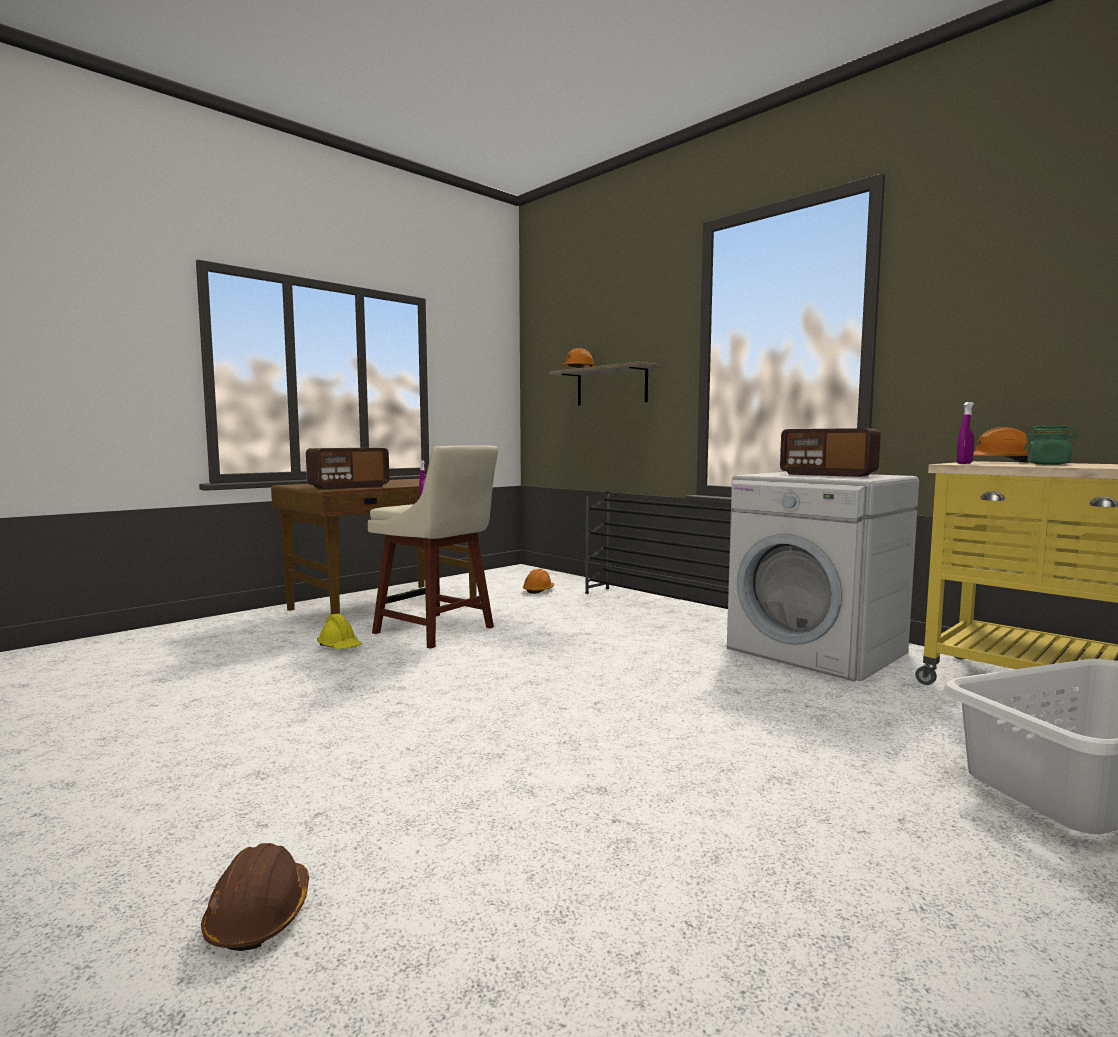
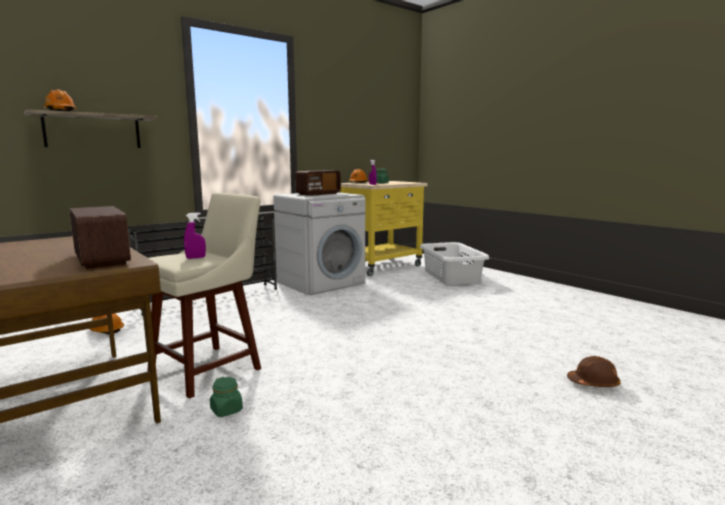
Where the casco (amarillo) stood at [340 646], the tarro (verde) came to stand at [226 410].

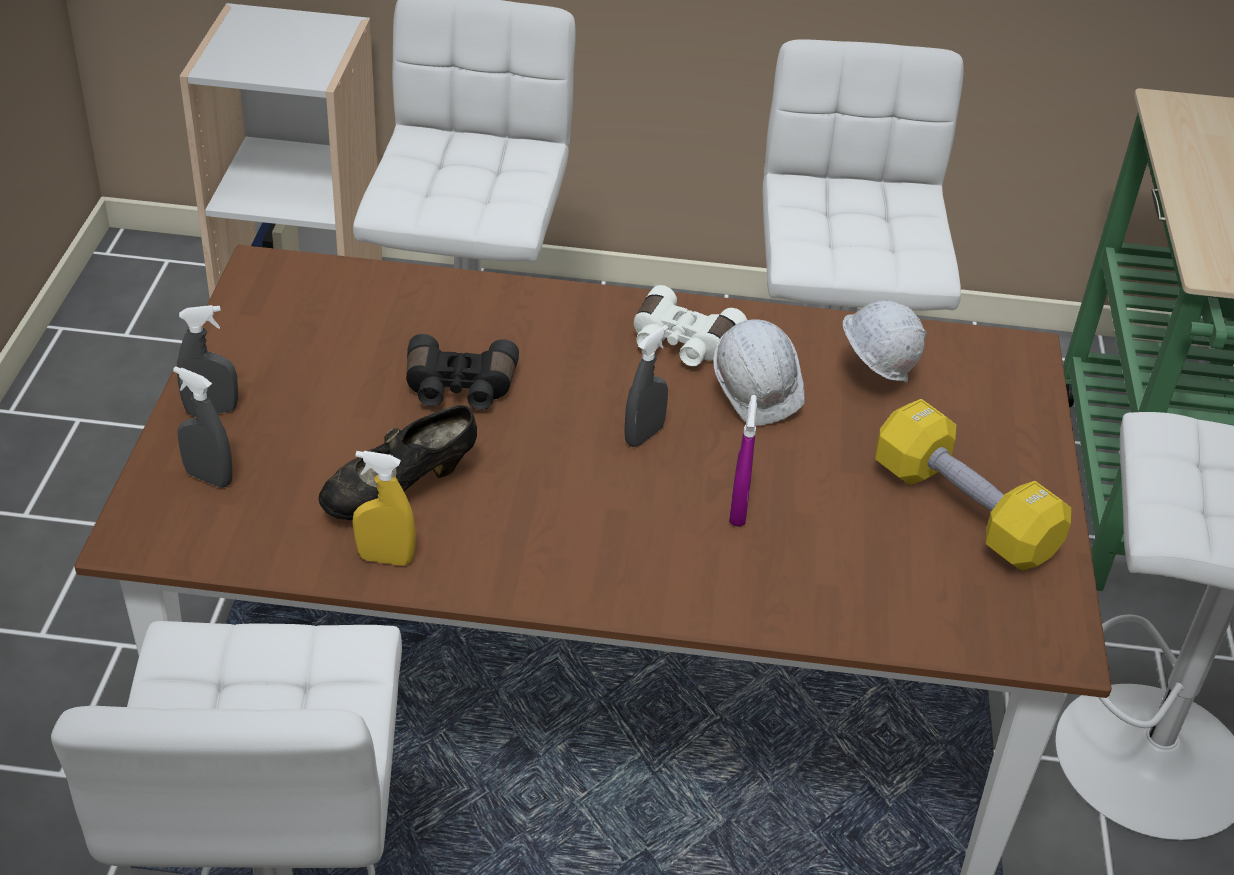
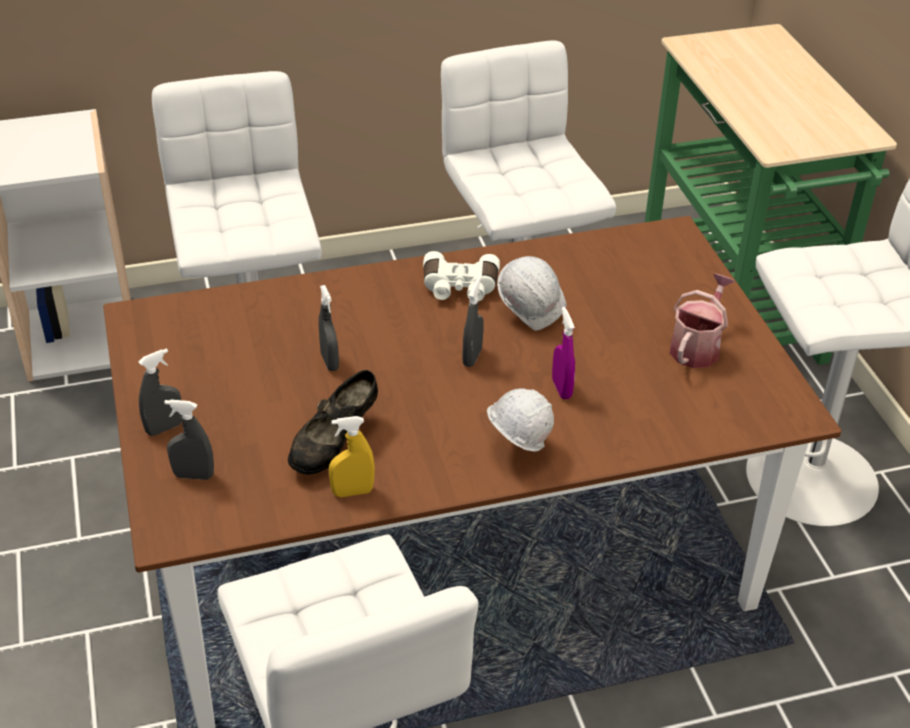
Where the prismáticos (negro) stood at [459 388], the pulverizador (gris) came to stand at [329 361].
The casco (blanco) ended up elsewhere, having gone from [873 378] to [516 449].
Where the mancuerna (amarillo) stood at [963 511], the regadera came to stand at [697 346].

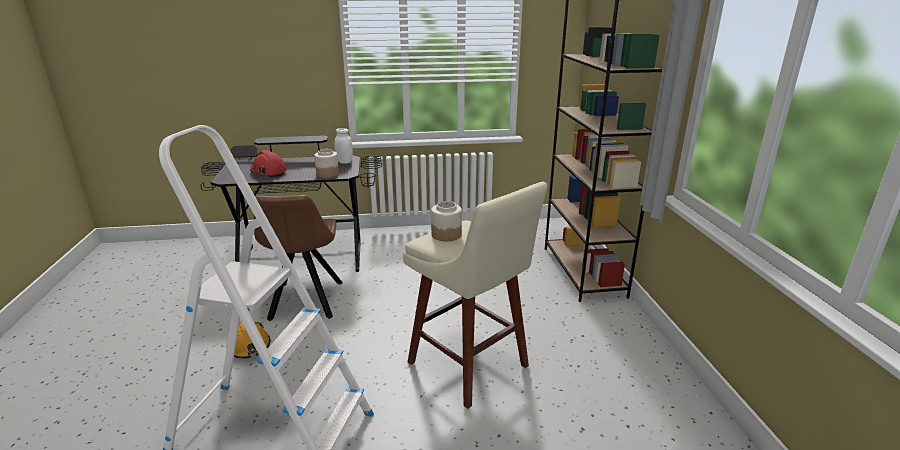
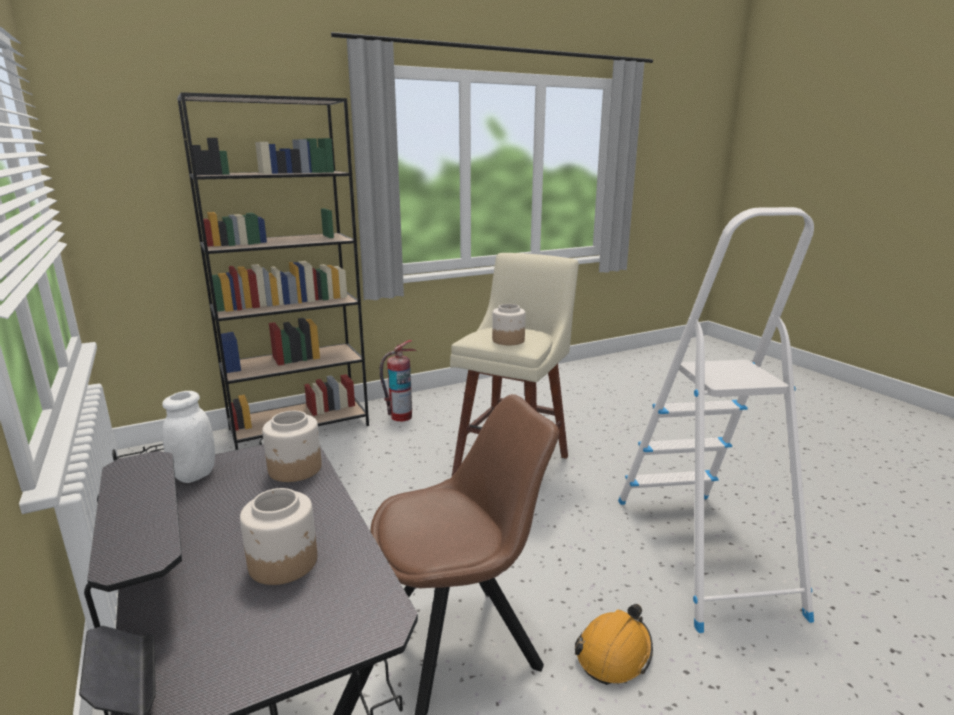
Where the casco (rojo) stood at [268 171], the tarro came to stand at [284 562].
The second view gained the extintor at [400 416].

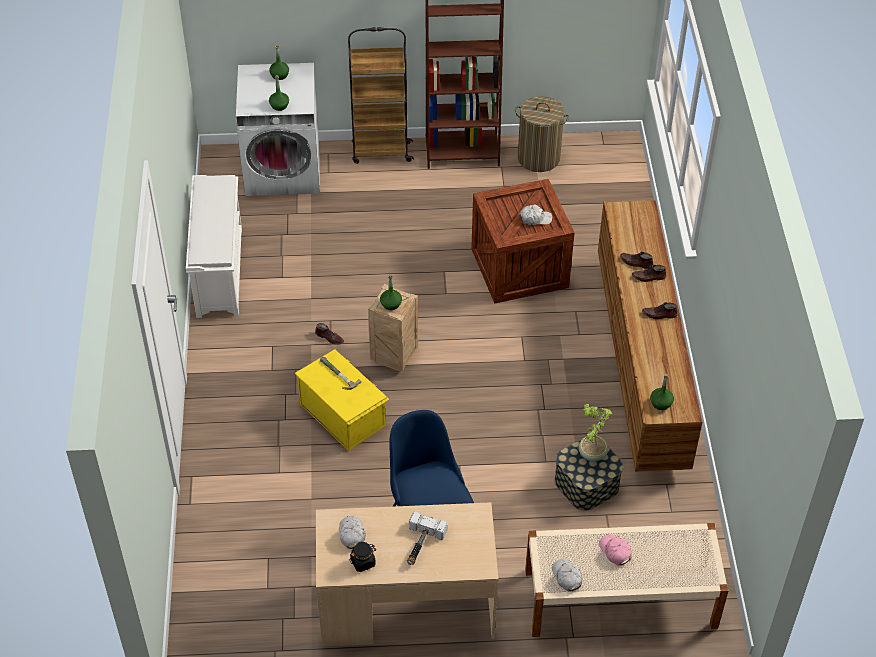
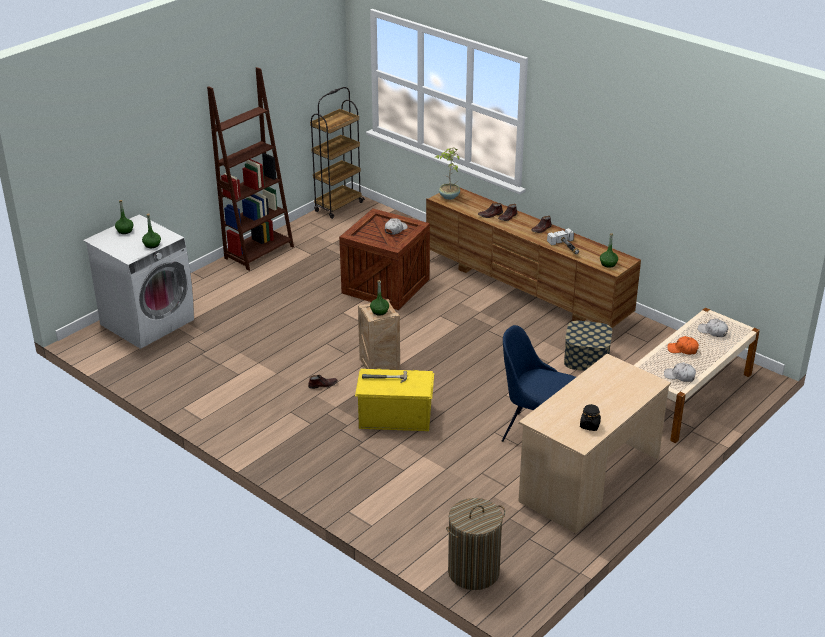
The second view lost the zapatero (blanco) at [219 271].
The gorra (blanco) ended up elsewhere, having gone from [352 534] to [712 331].
The carrito (marrón) ended up elsewhere, having gone from [381 153] to [338 207].
The martillo ended up elsewhere, having gone from [420 544] to [567 247].
The cesto de la ropa ended up elsewhere, having gone from [538 158] to [473 572].
The planta en maceta ended up elsewhere, having gone from [591 454] to [448 197].
What was the gorra (rosa) at [615 551] turned into the gorra (naranja) at [682 350].

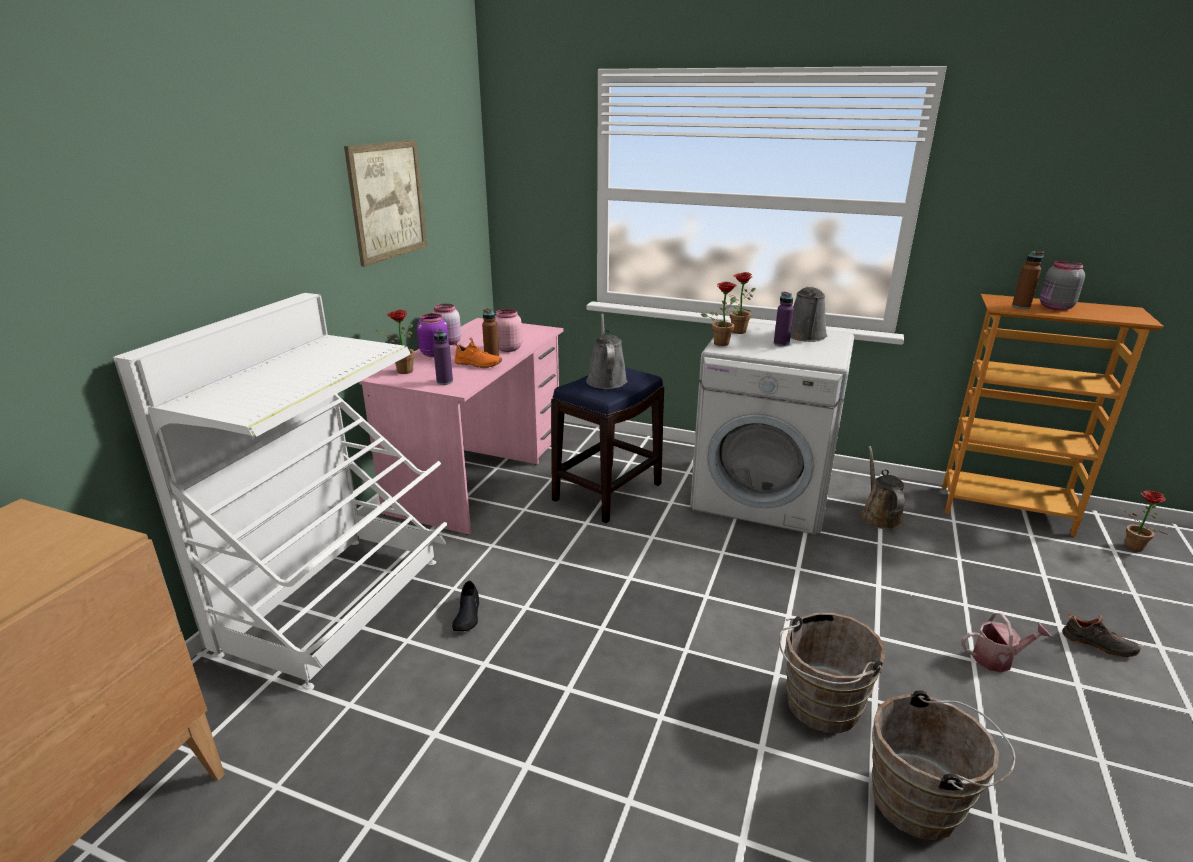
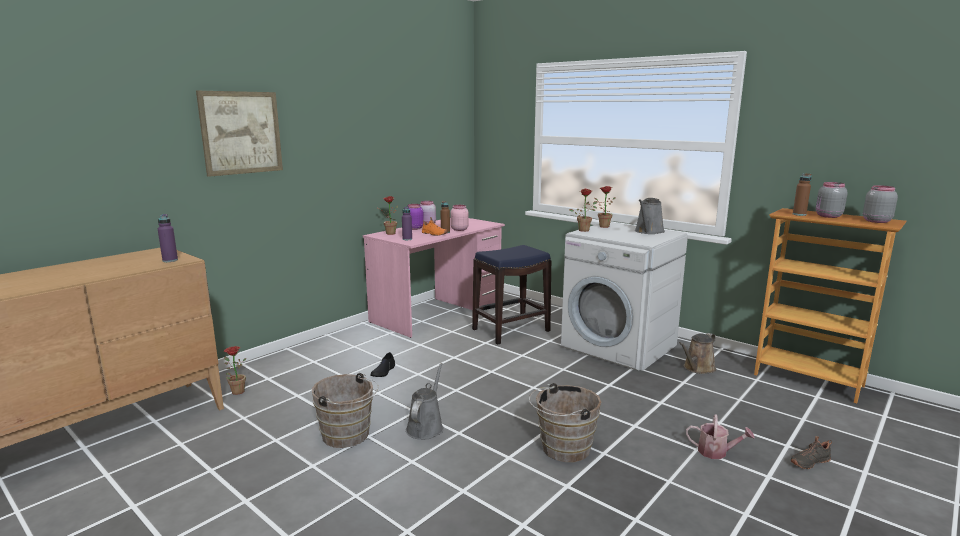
The second view lost the zapatero (blanco) at [341 606].
The cuadro ended up elsewhere, having gone from [387 201] to [241 133].
The regadera (gris) ended up elsewhere, having gone from [606 379] to [426 427].
The botella (morado) ended up elsewhere, having gone from [781 344] to [170 260].
The regadera (marrón) at [879 515] ended up facing another way, 150 degrees counterclockwise from before.
The cubo (marrón) ended up elsewhere, having gone from [923 803] to [348 436].
The zapato (negro) at [1098 646] ended up facing another way, 105 degrees clockwise from before.
The planta en maceta ended up elsewhere, having gone from [1129 547] to [236 391].
The second view gained the tarro (gris) at [875 221].

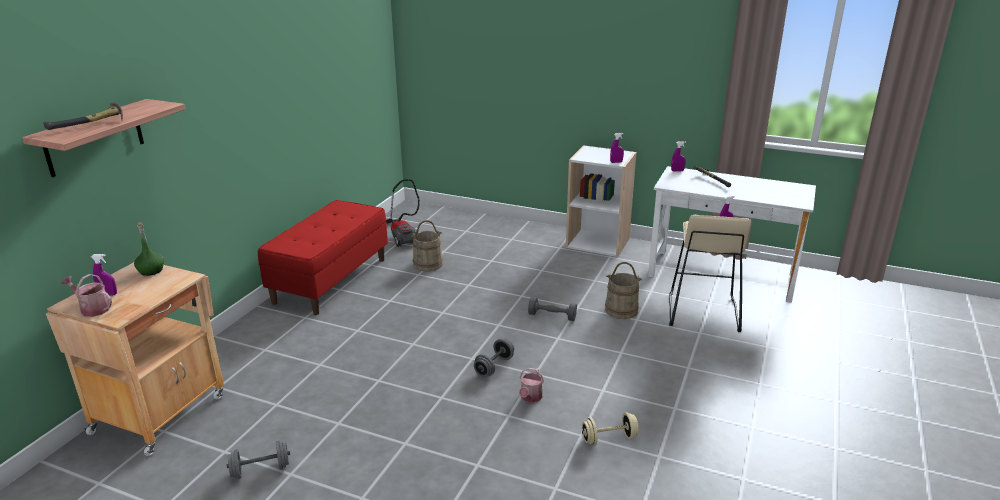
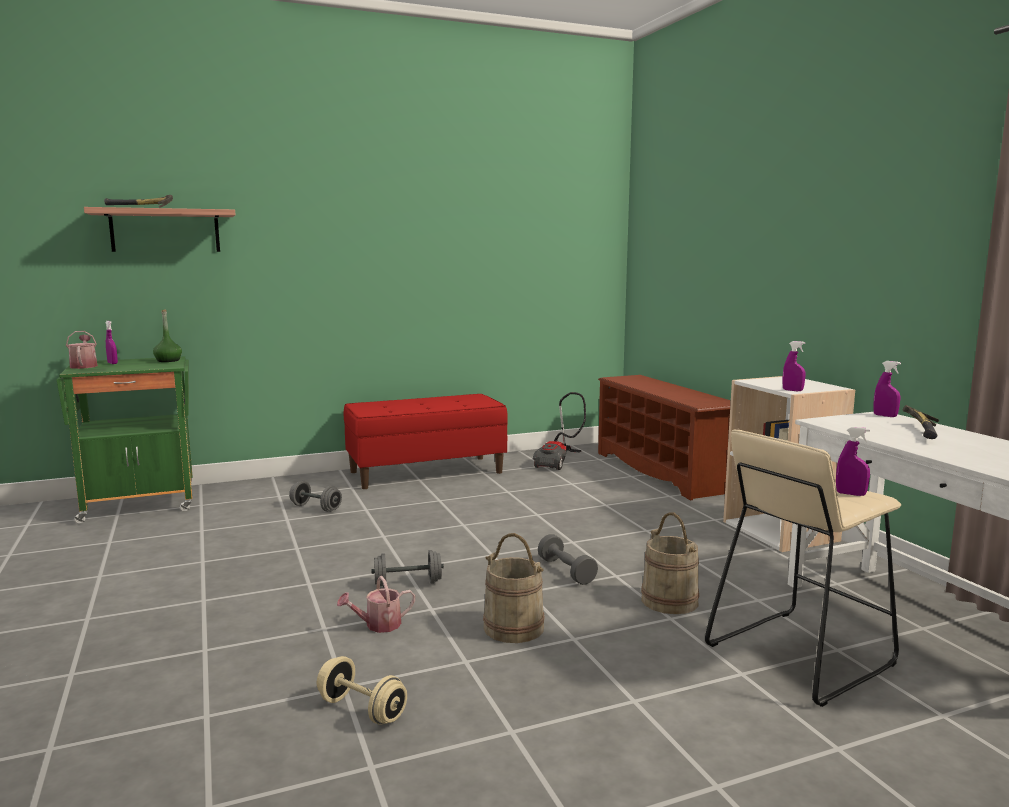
What was the carrito (marrón) at [161 412] turned into the carrito (verde) at [141 504].
The mancuerna (gris) ended up elsewhere, having gone from [260 470] to [316 508].
The cubo (beis) ended up elsewhere, having gone from [428 264] to [514 627].
The second view gained the zapatero (marrón) at [662 472].

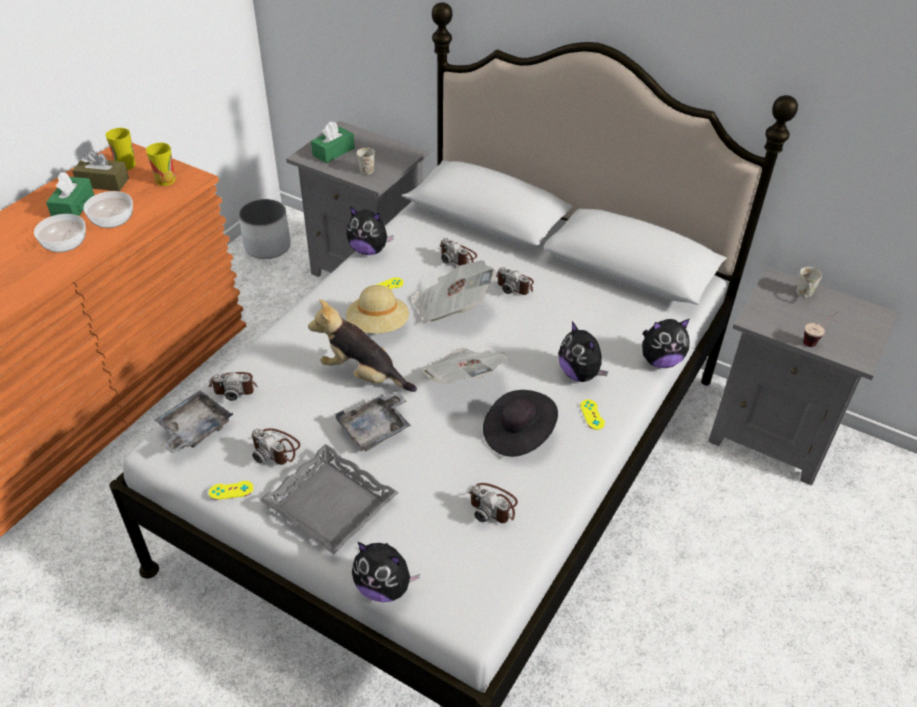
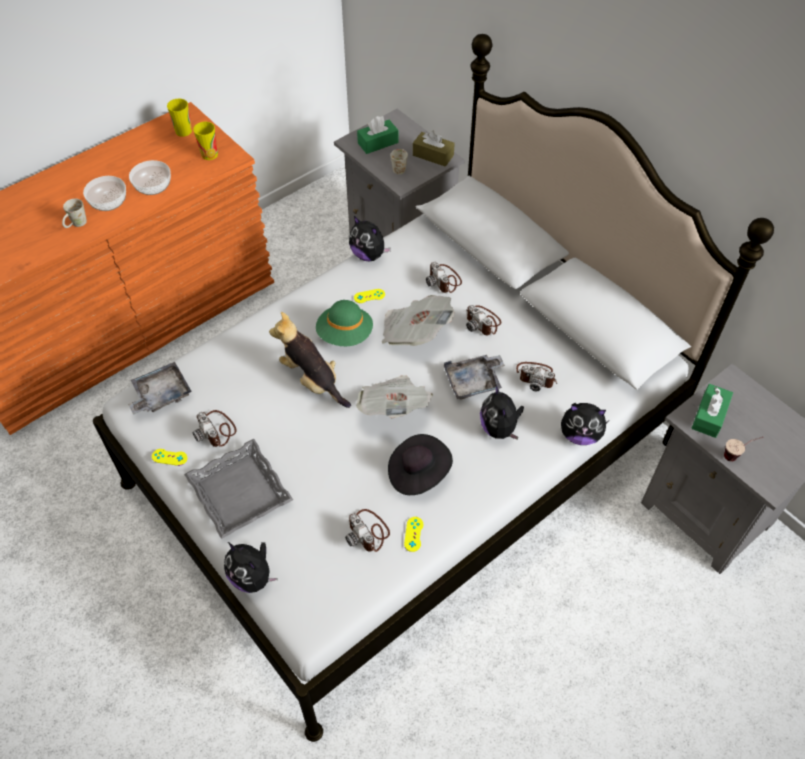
The caja de pañuelos (verde) ended up elsewhere, having gone from [73 207] to [709 416].
The caja de pañuelos (marrón) ended up elsewhere, having gone from [103 182] to [433 155].
The cámara ended up elsewhere, having gone from [234 386] to [536 376].
The second view lost the maceta (blanco) at [268 246].
The bandeja (gris) ended up elsewhere, having gone from [376 429] to [474 382].
What was the sombrero (beis) at [378 326] turned into the sombrero (verde) at [345 334].
The mando de consola (amarillo) ended up elsewhere, having gone from [592 414] to [413 534].
The taza grande (blanco) ended up elsewhere, having gone from [804 296] to [76 225].

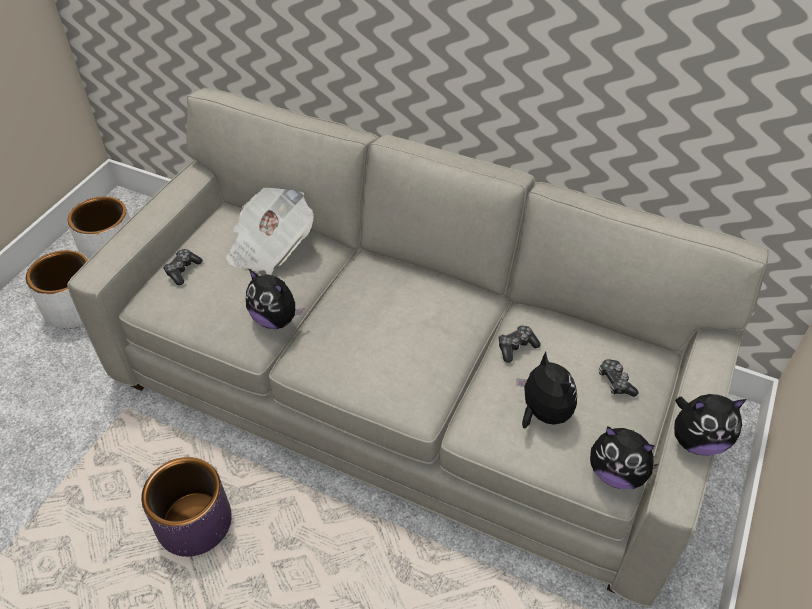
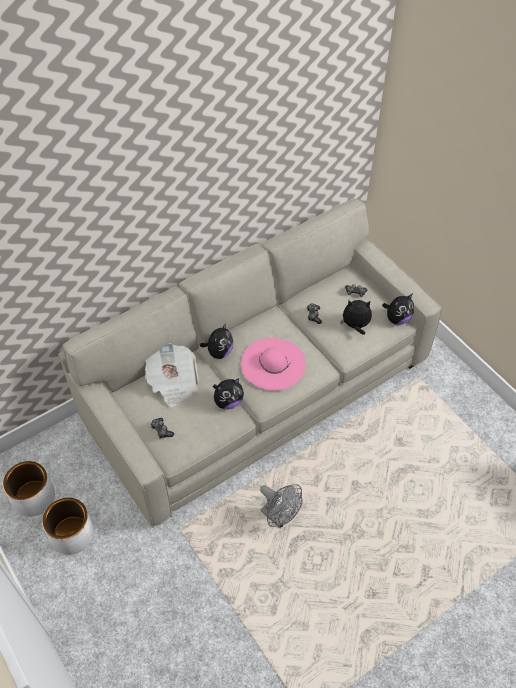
Where the maceta (morado) stood at [195 522], the ventilador (gris) came to stand at [279 517].
The peluche ended up elsewhere, having gone from [697 440] to [219 352].
The second view gained the sombrero (rosa) at [273 364].

